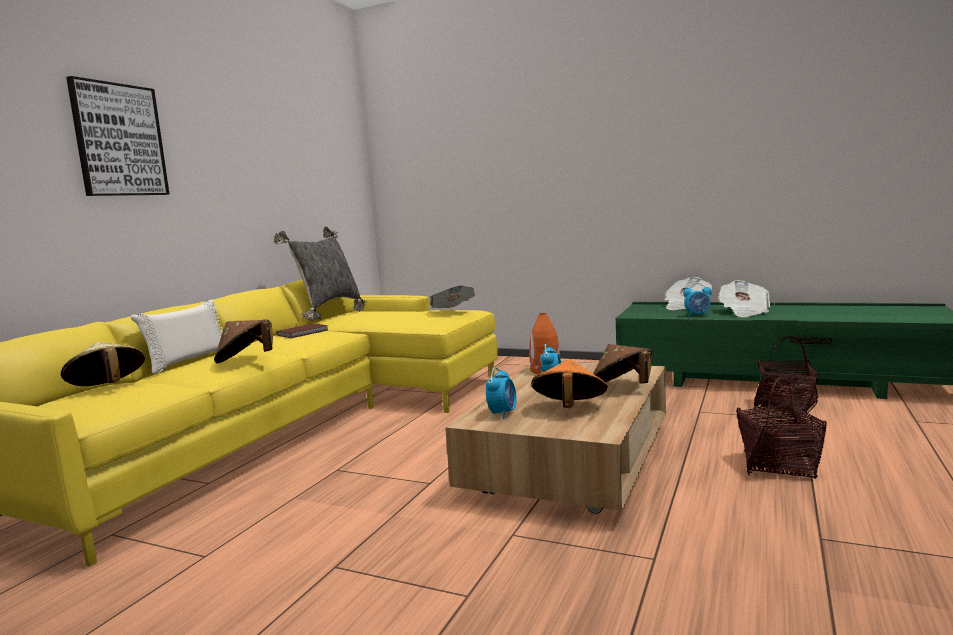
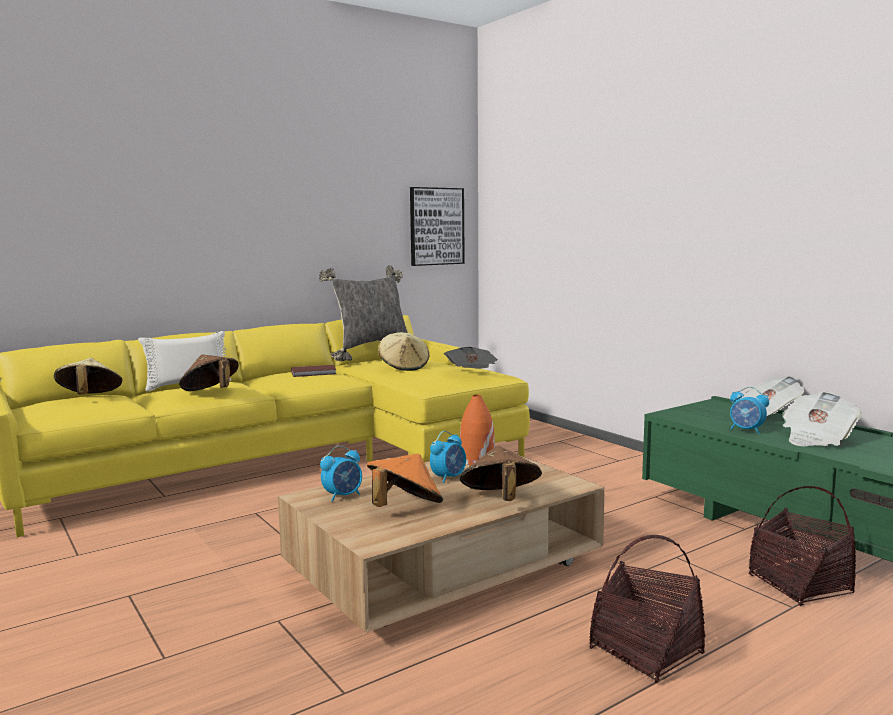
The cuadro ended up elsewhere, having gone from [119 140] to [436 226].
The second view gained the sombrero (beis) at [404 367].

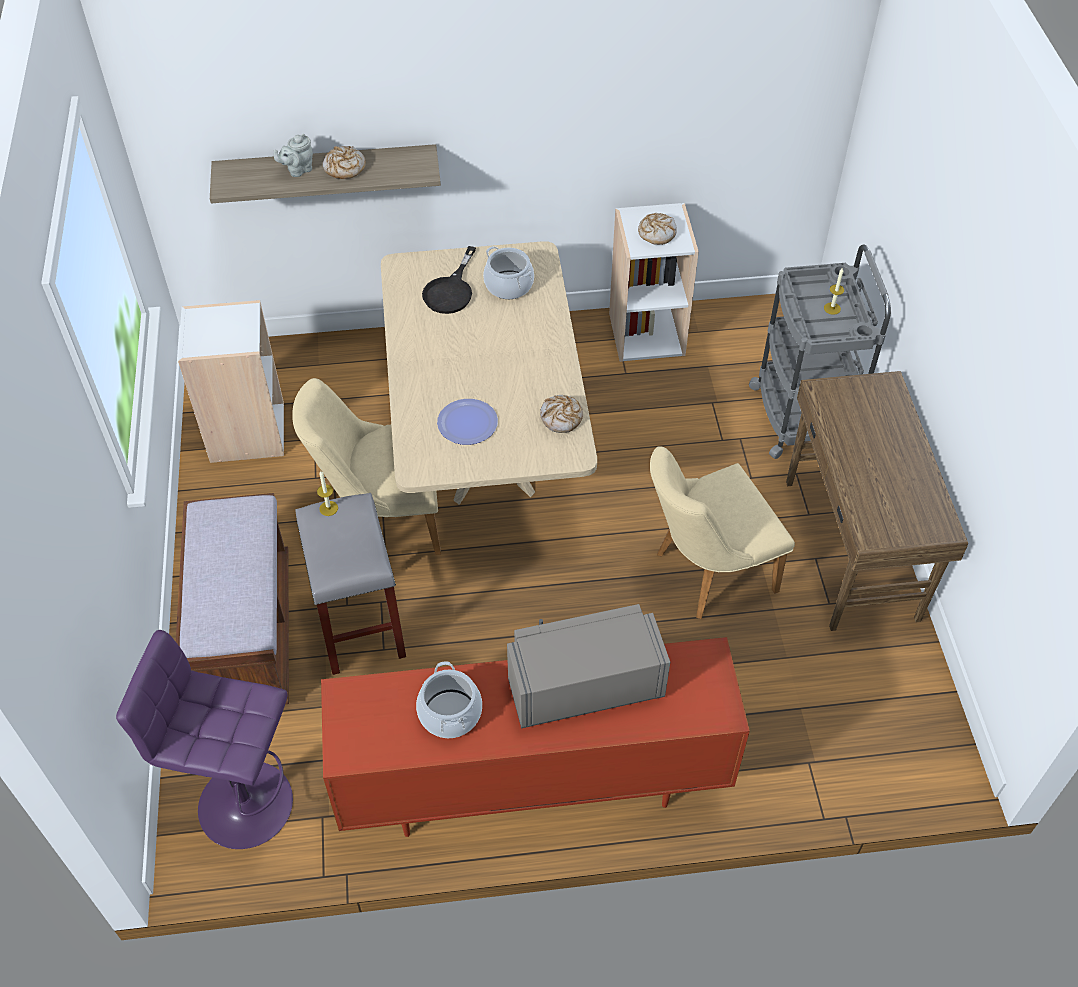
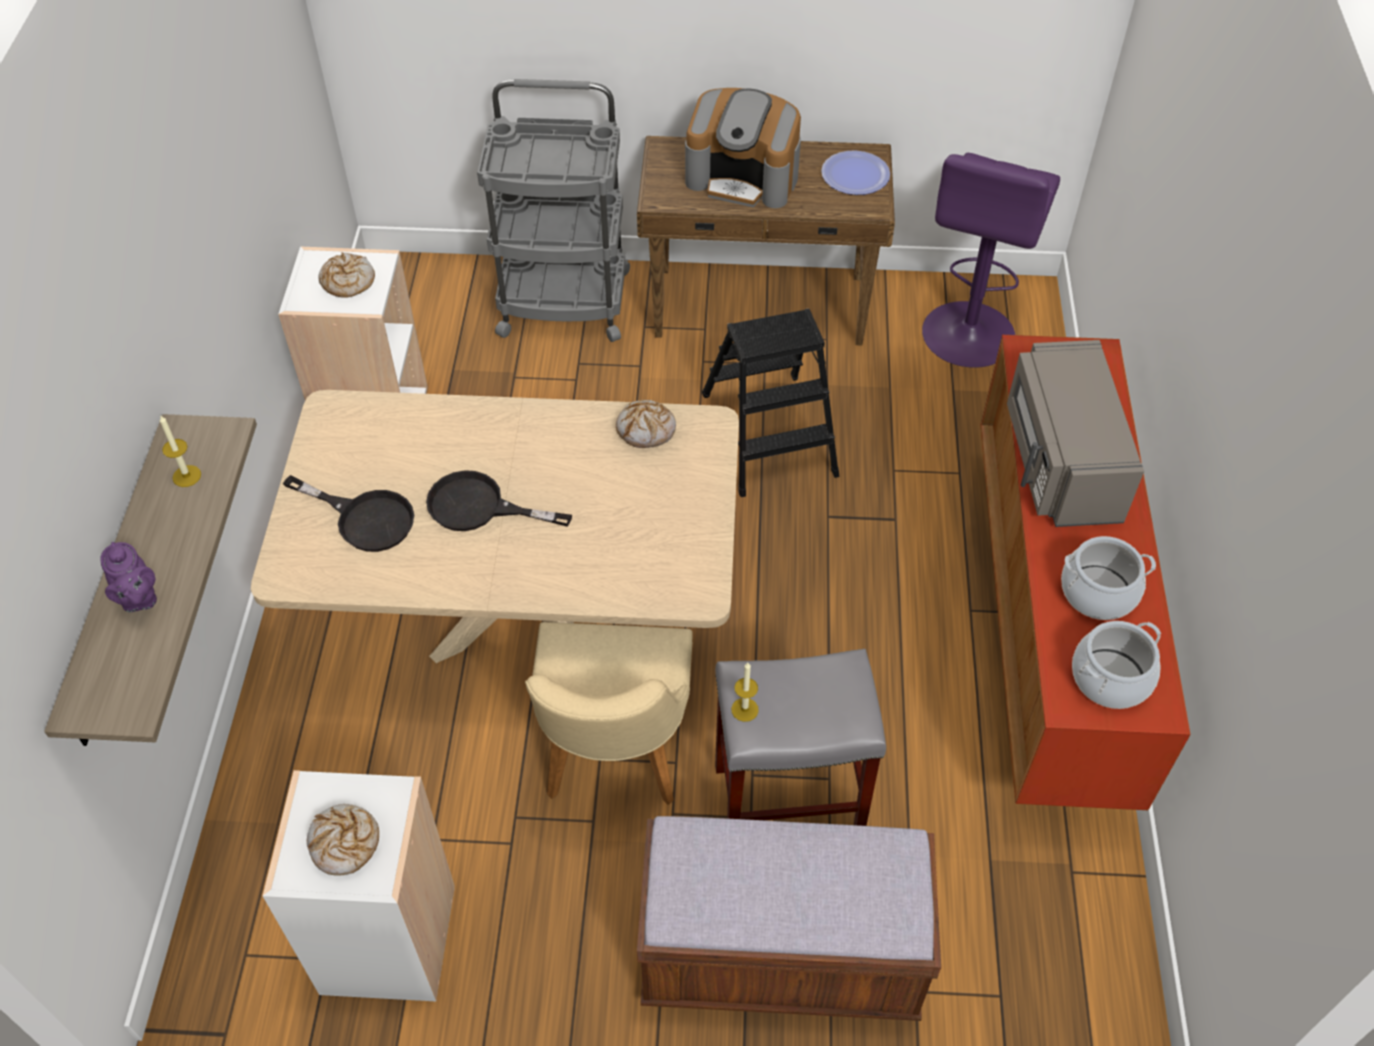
The taburete (morado) ended up elsewhere, having gone from [245 803] to [967 335].
What was the tetera (gris) at [298 170] turned into the tetera (morado) at [138 599].
The pan ended up elsewhere, having gone from [344 168] to [345 844].
The plato ended up elsewhere, having gone from [467 423] to [855 174].
The olla ended up elsewhere, having gone from [509 285] to [1110 678].
Where the silla (beis) stood at [704 573], the escalera de tijera (negro) came to stand at [768 433].
The vela ended up elsewhere, having gone from [832 308] to [186 476].
The second view gained the sartén (negro) at [479 507].
The second view gained the cafetera at [743 177].

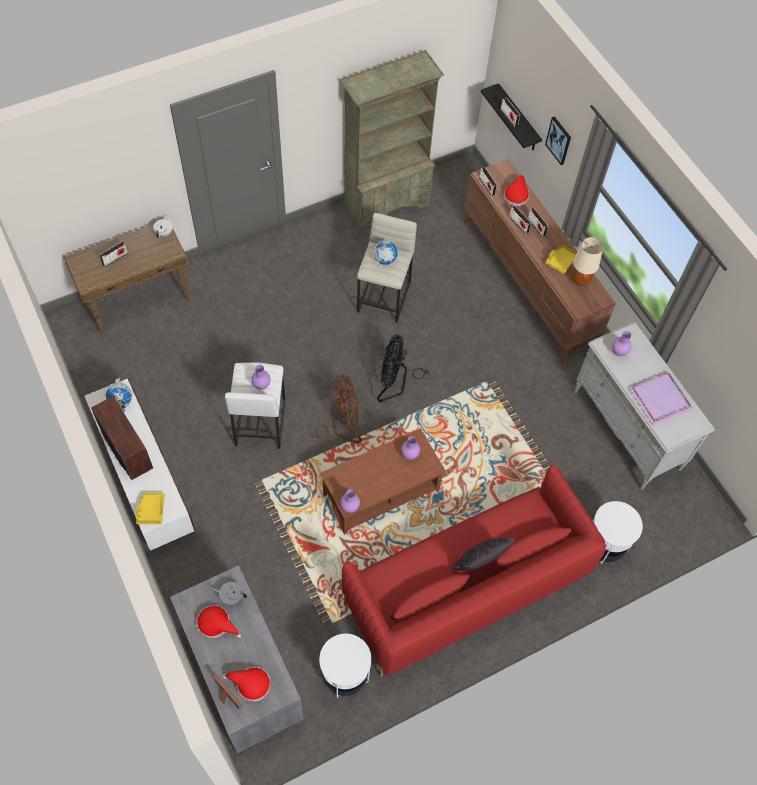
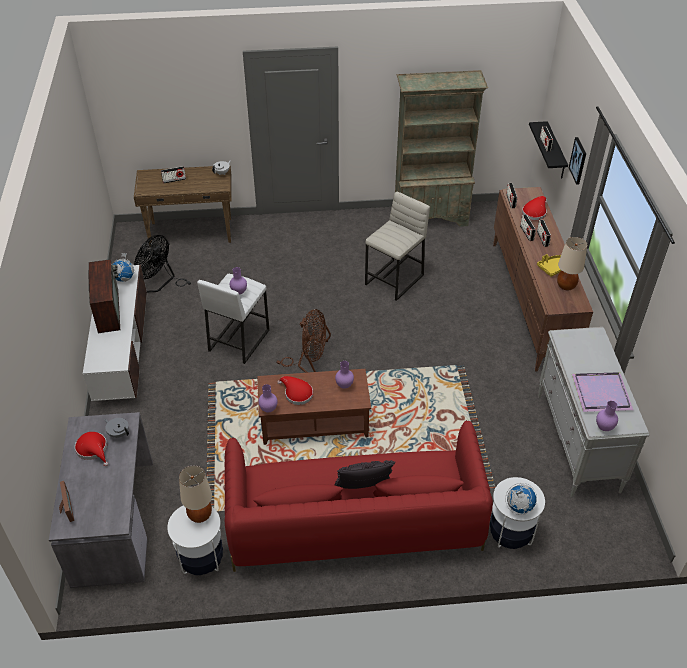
The second view lost the bandeja (amarillo) at [151 510].
The sombrero (rojo) ended up elsewhere, having gone from [250 684] to [296 393].
The globo terráqueo ended up elsewhere, having gone from [385 260] to [519 507].
The ventilador (negro) ended up elsewhere, having gone from [396 378] to [161 281].
The florero (morado) ended up elsewhere, having gone from [618 352] to [604 427].
The second view gained the lámpara de mesa (beis) at [200 515].

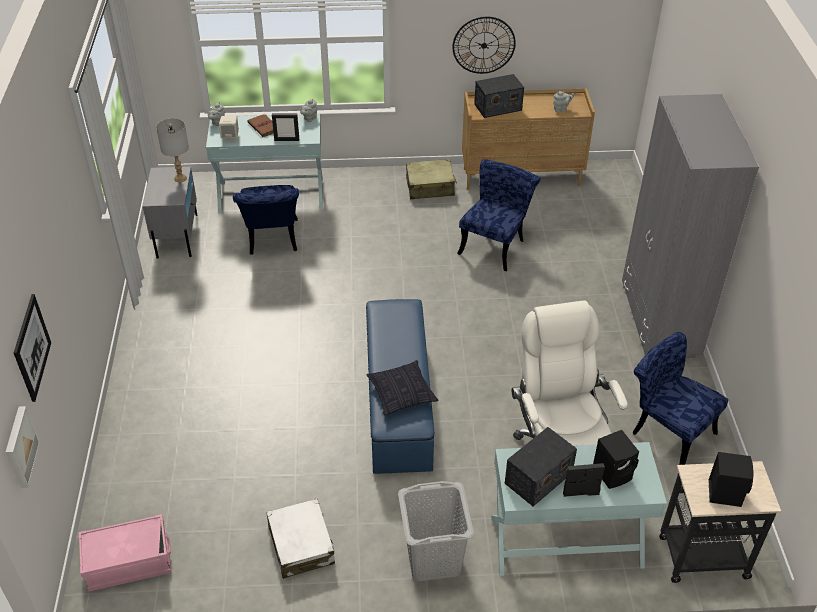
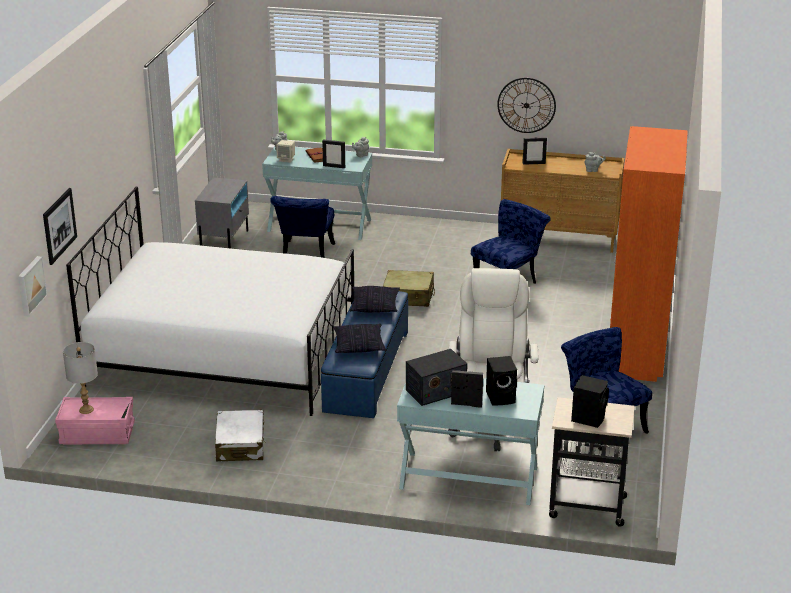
The lámpara de mesa (gris) ended up elsewhere, having gone from [180 178] to [86 410].
The second view lost the cesto de la ropa (gris) at [433 559].
The maleta (beis) ended up elsewhere, having gone from [430 186] to [408 297].
Where the radio stood at [497 107], the portarretratos came to stand at [534 163].
What was the armario ropero (gris) at [659 322] turned into the armario ropero (naranja) at [636 353].
The second view gained the cama (blanco) at [223 354].
The second view gained the cojín at [374 307].

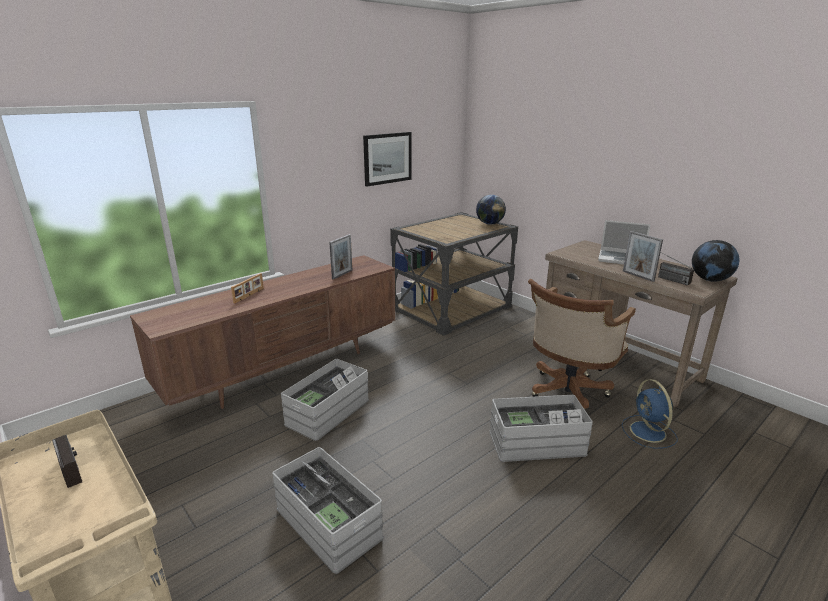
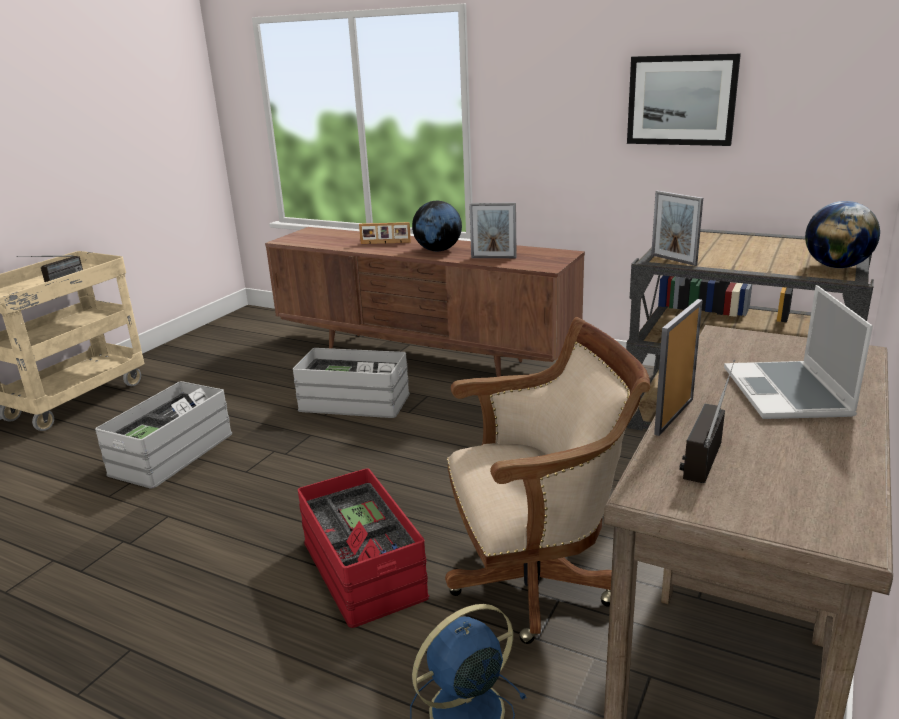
What was the caja de almacenaje (gris) at [536 442] turned into the caja de almacenaje (rojo) at [365 568].
The silla de oficina at [567 393] ended up facing another way, 150 degrees clockwise from before.
The globo terráqueo ended up elsewhere, having gone from [710 280] to [438 250].
The second view gained the portarretratos at [673 260].

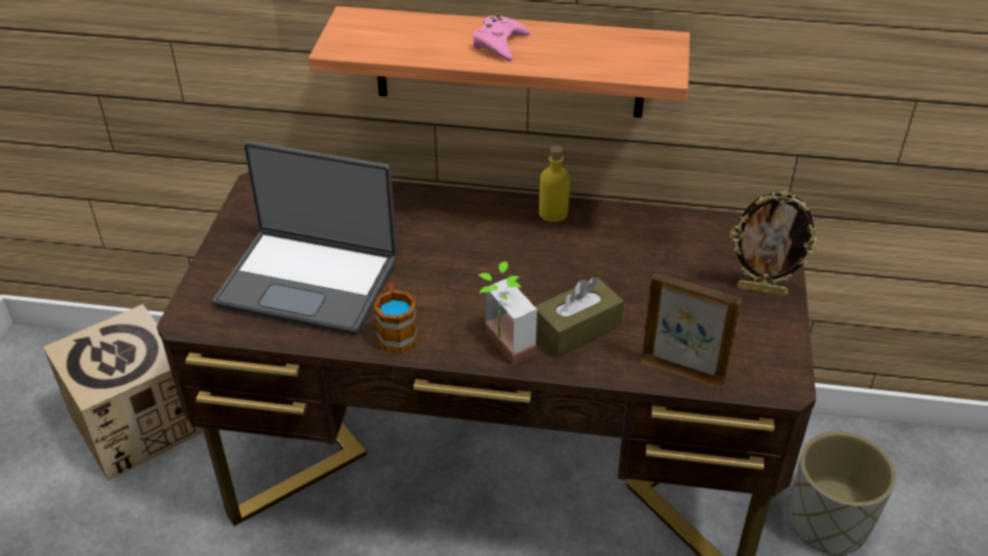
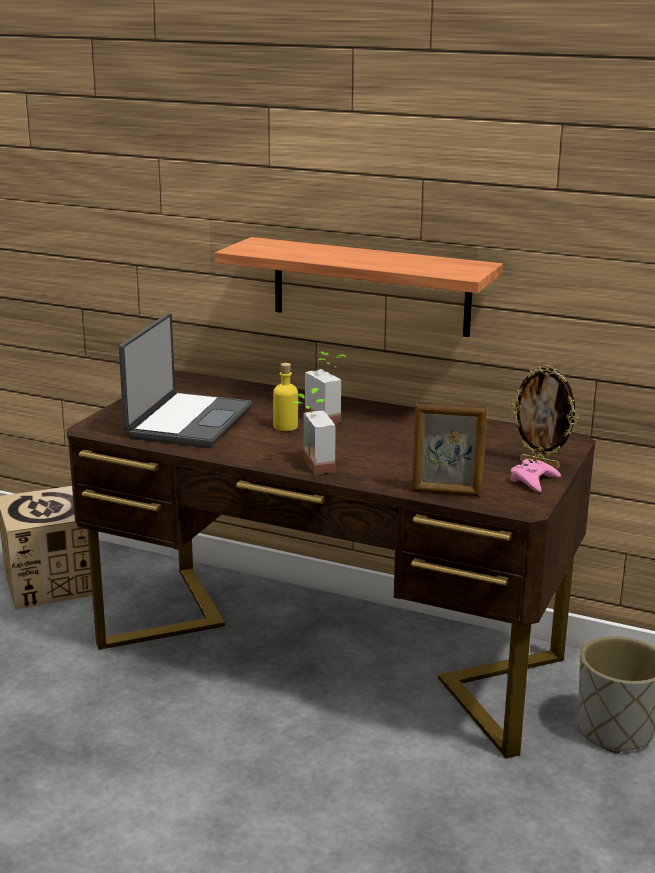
The portátil at [309 281] ended up facing another way, 105 degrees counterclockwise from before.
The second view lost the taza grande at [396 332].
The mando de consola (rosa) ended up elsewhere, having gone from [500 43] to [533 480].
The second view lost the caja de pañuelos (marrón) at [576 329].
The botella (amarillo) ended up elsewhere, having gone from [553 213] to [285 426].
The portarretratos at [682 371] ended up facing another way, 150 degrees clockwise from before.
The second view gained the planta en maceta at [329 417].

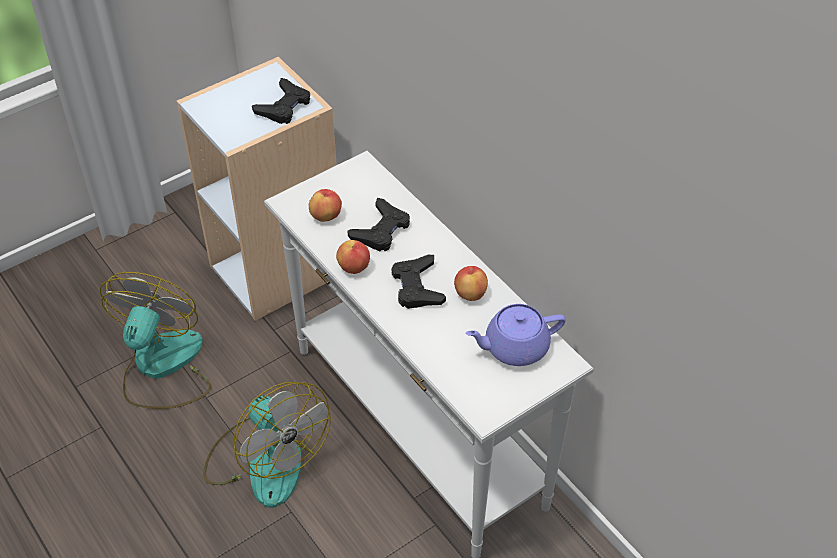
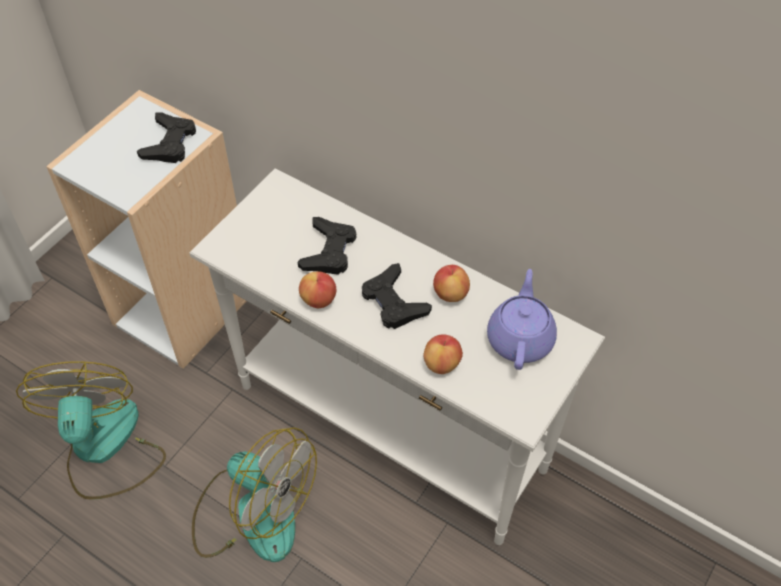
The manzana ended up elsewhere, having gone from [326 216] to [442 363].
The tetera (morado) at [514 347] ended up facing another way, 135 degrees clockwise from before.

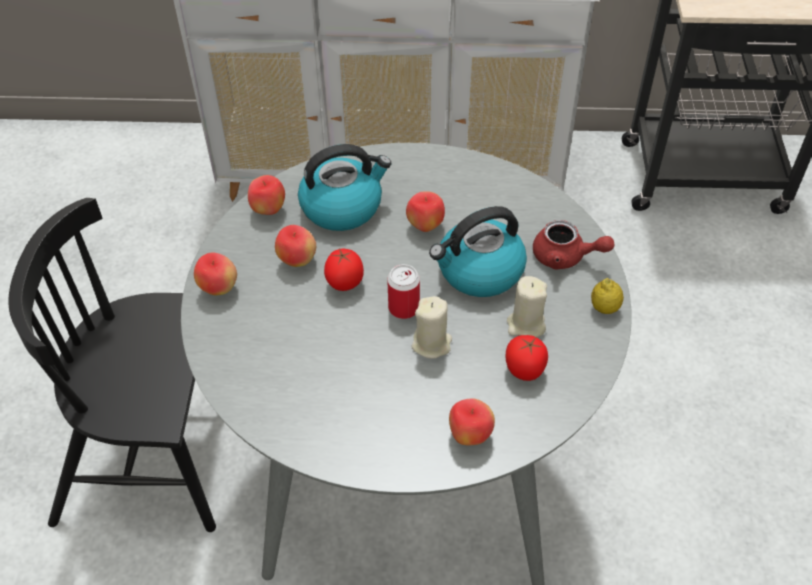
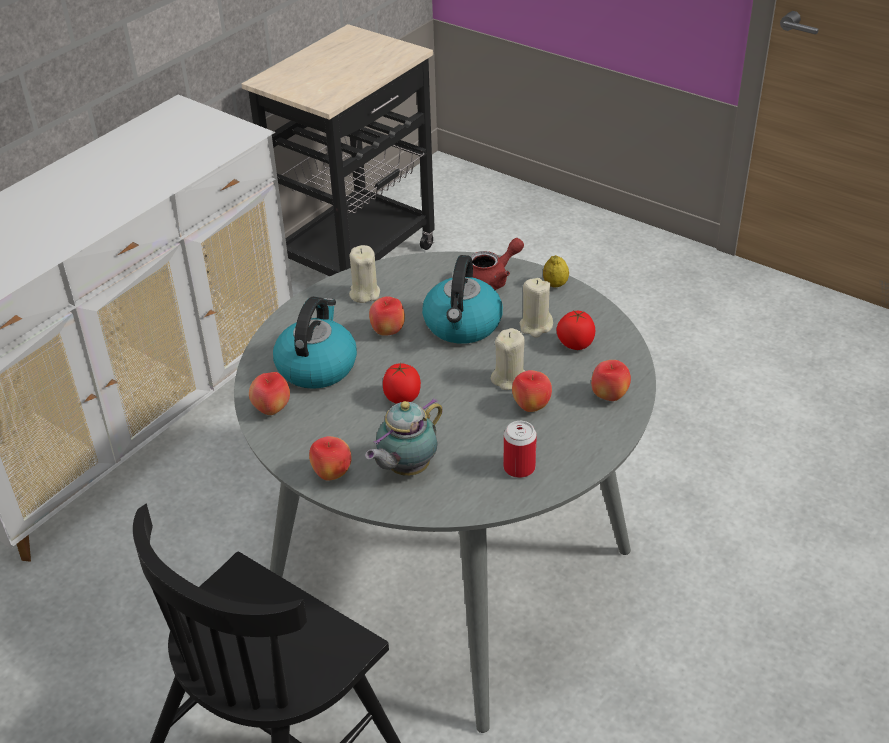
The manzana ended up elsewhere, having gone from [297 261] to [531 407].
The lata ended up elsewhere, having gone from [404 308] to [519 468].
The second view gained the vela (beis) at [364 293].
The second view gained the tetera at [406 469].

